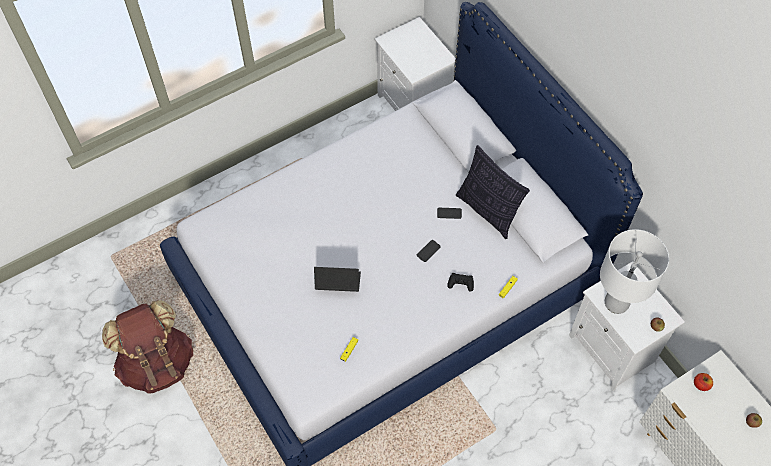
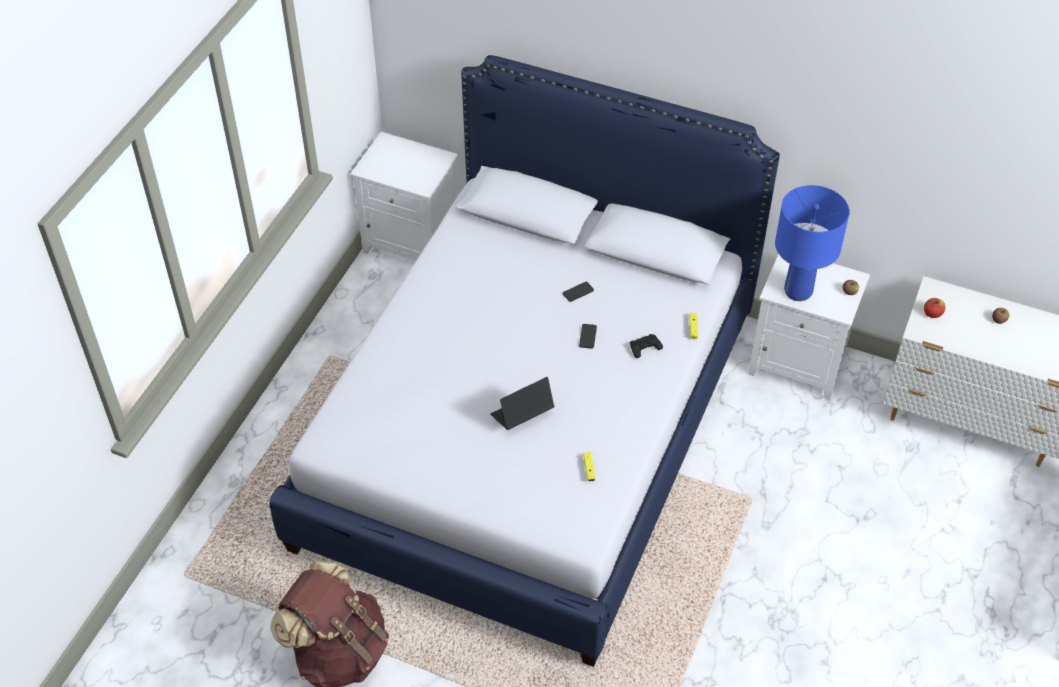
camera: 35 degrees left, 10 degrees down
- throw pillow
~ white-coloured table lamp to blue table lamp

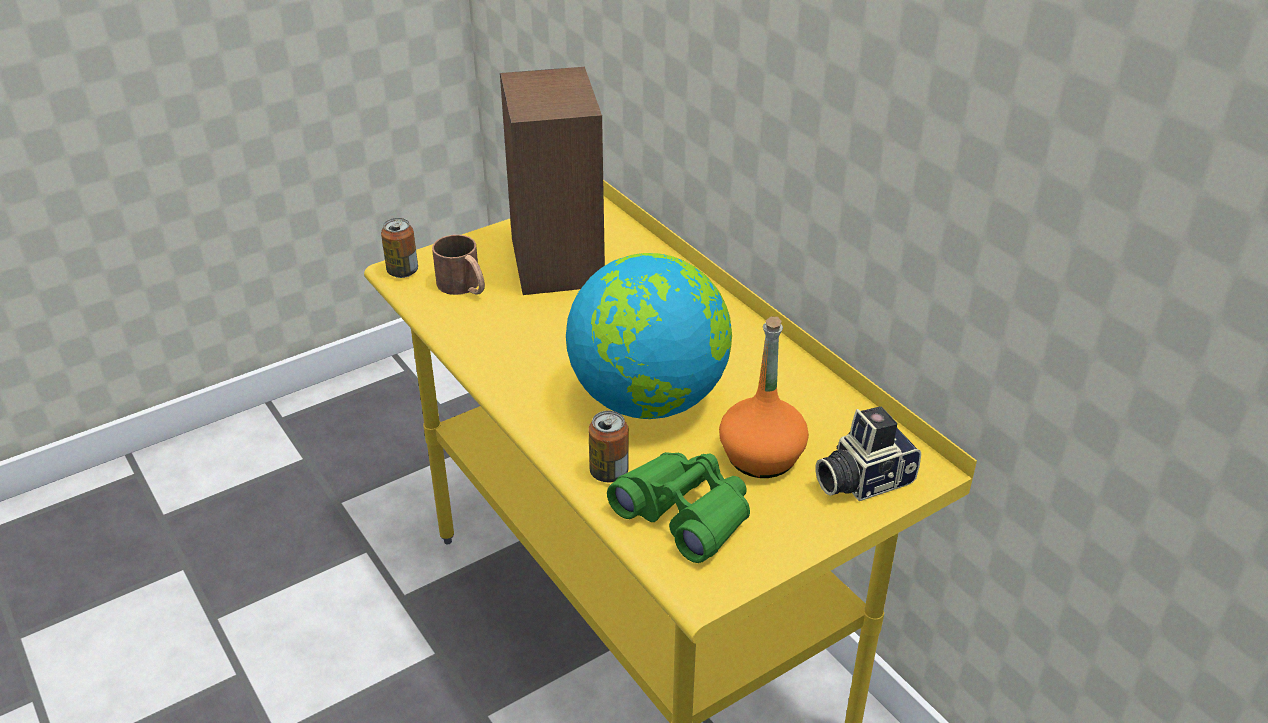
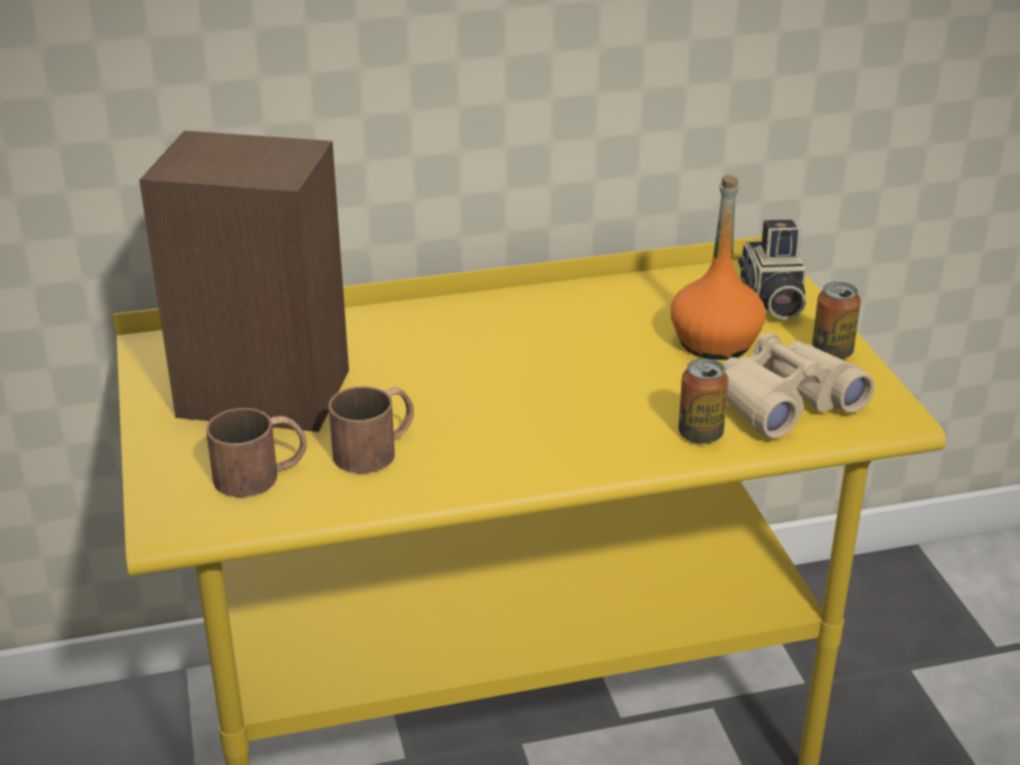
camera: 70 degrees left, 5 degrees down
- desk globe
+ brown mug (no. 2 from left)
~ metal can (no. 1 from left in the first image) to metal can (no. 2 from left)
~ green-coloured pair of binoculars to beige-coloured pair of binoculars

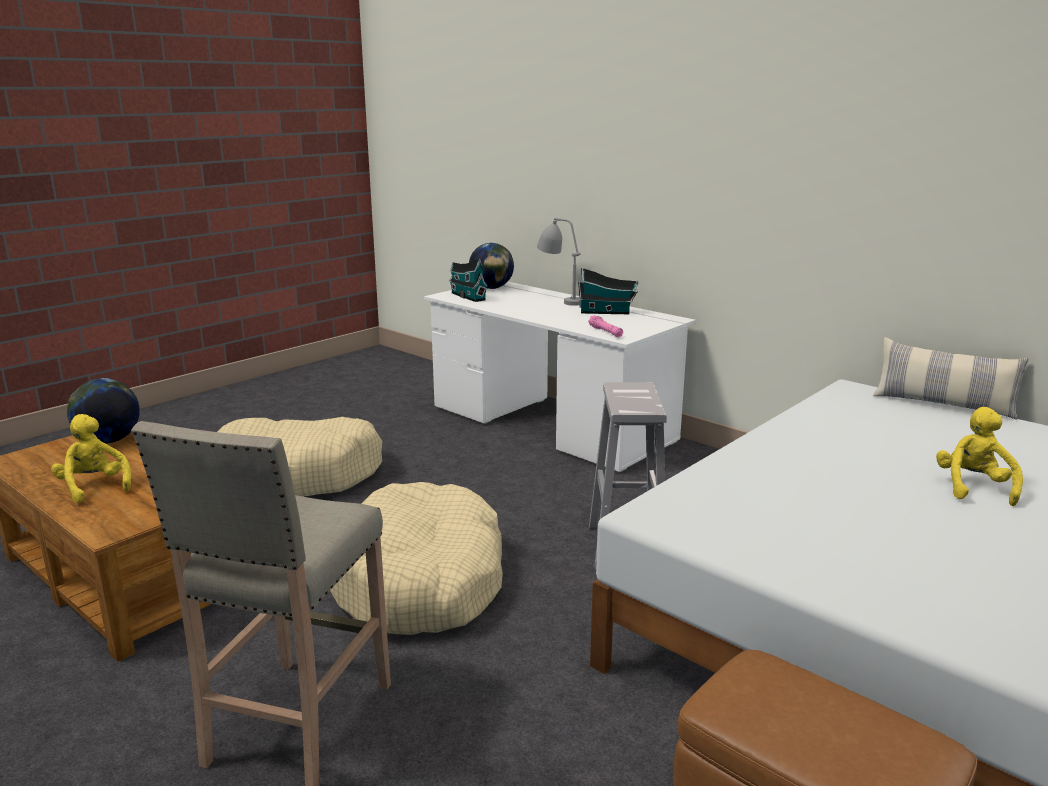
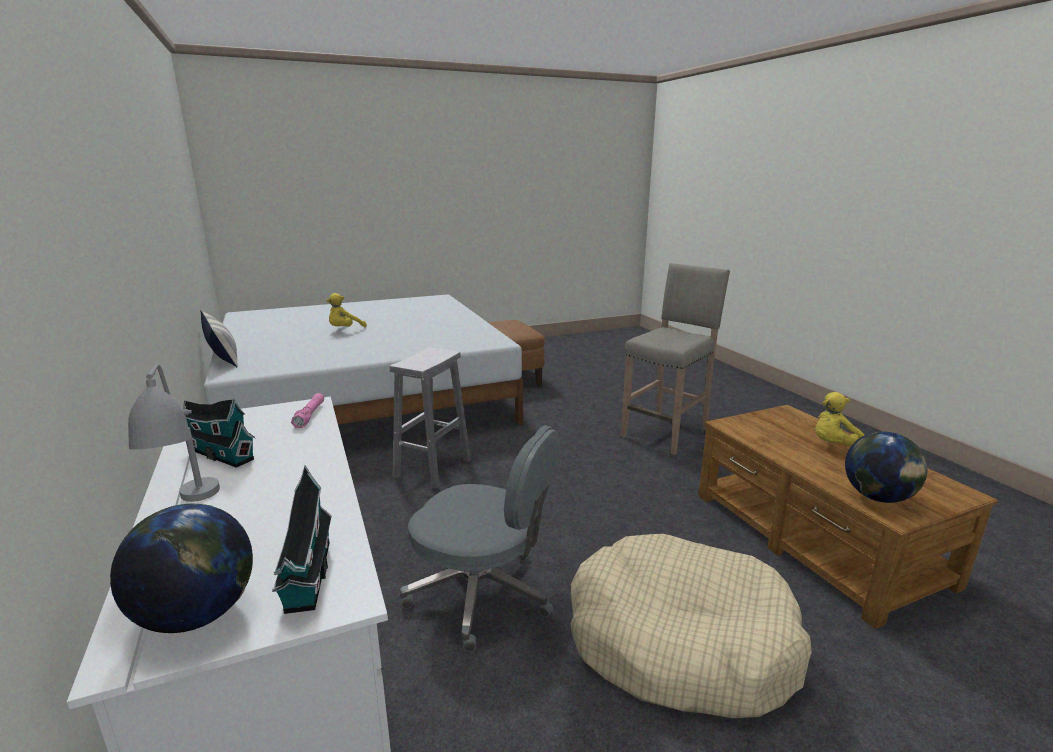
camera: 155 degrees left, 0 degrees up
- beige-coloured dog bed (no. 2 from left)
+ greyish desk chair
~ yellow cuddly toy (no. 1 from left in the first image) 75 degrees clockwise

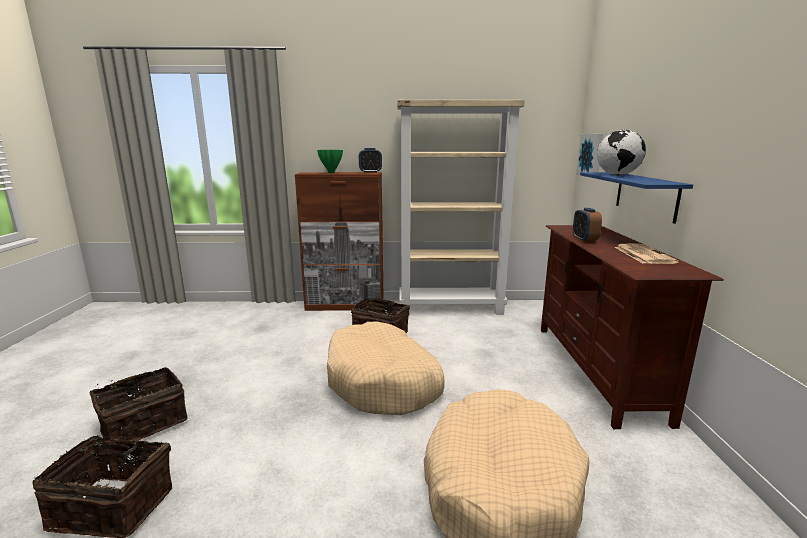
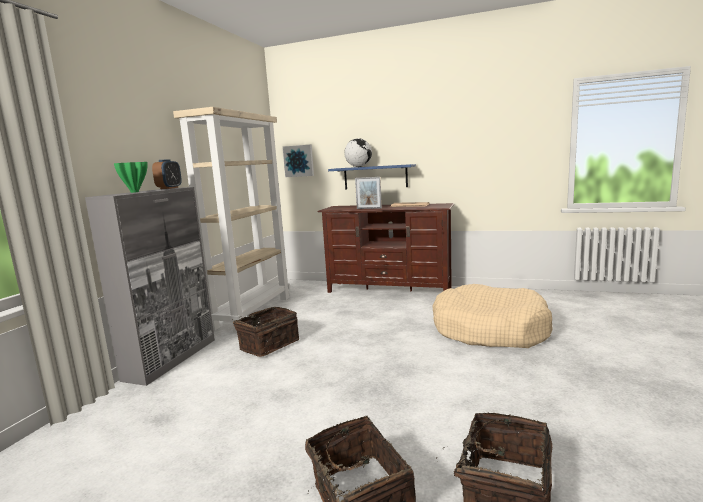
camera: 70 degrees left, 5 degrees down
- beige-coloured dog bed (no. 1 from left)
~ bedside clock (no. 2 from left) to photo frame
~ brown cabinet to greyish cabinet

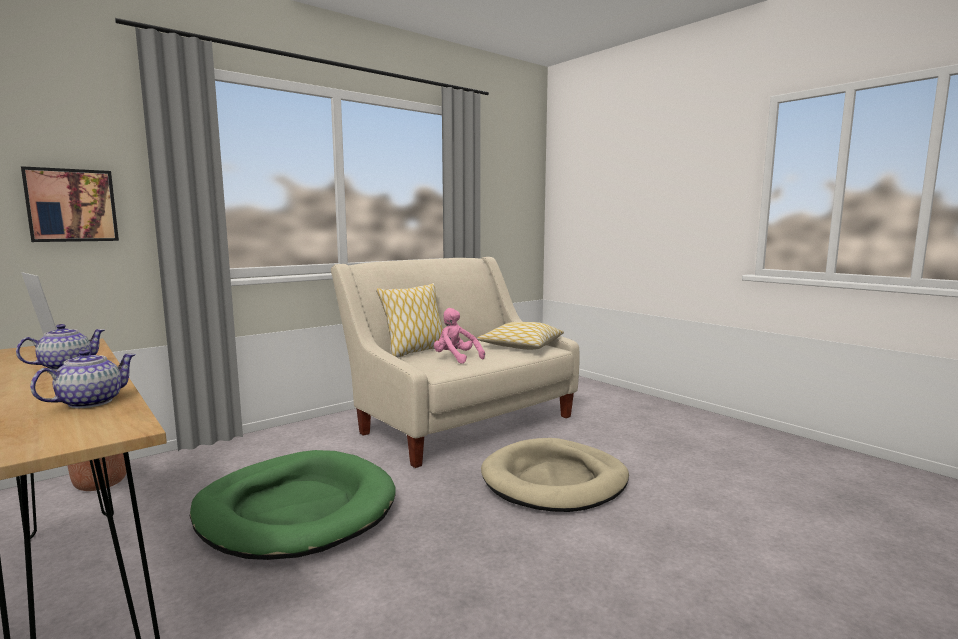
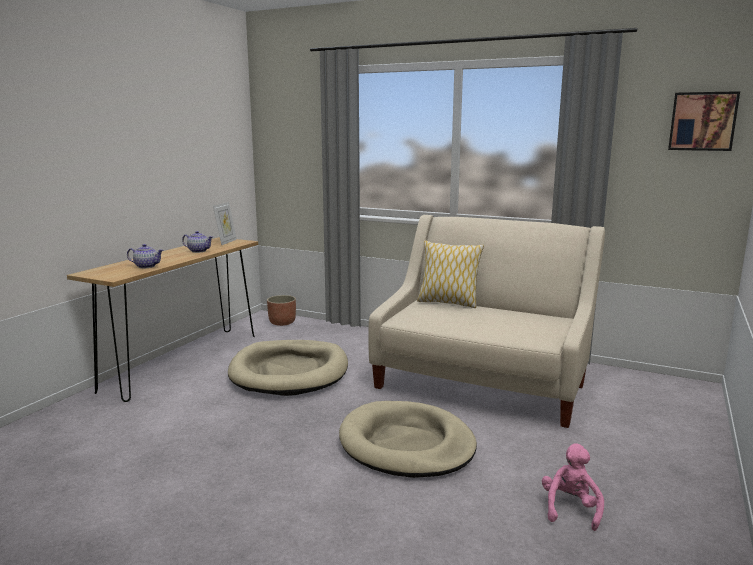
camera: 65 degrees right, 5 degrees up
- throw pillow (no. 2 from left)
~ wall art
~ pink cuddly toy
~ green-coloured dog bed to beige-coloured dog bed (no. 1 from left)

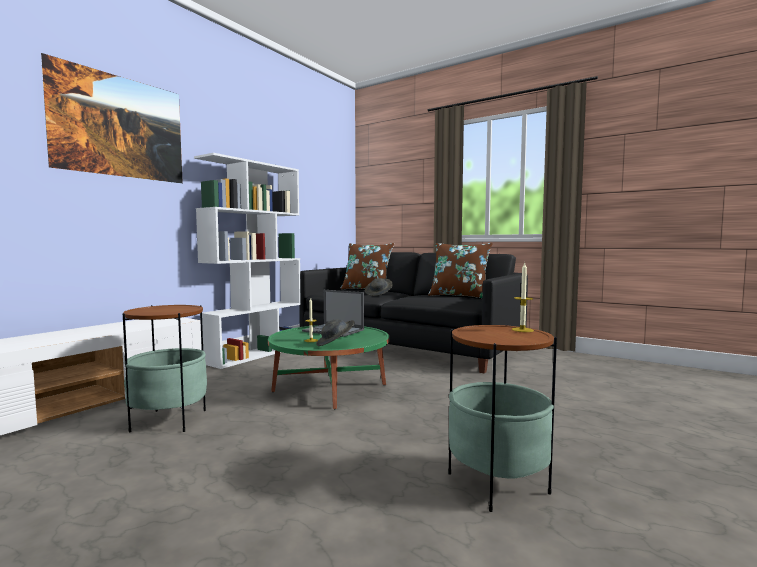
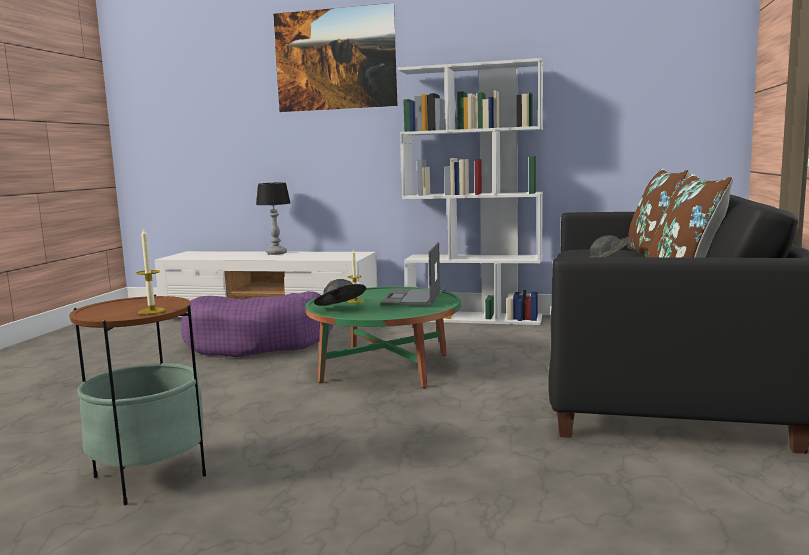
camera: 70 degrees right, 5 degrees up
+ table lamp
~ side table (no. 1 from left) to purple dog bed

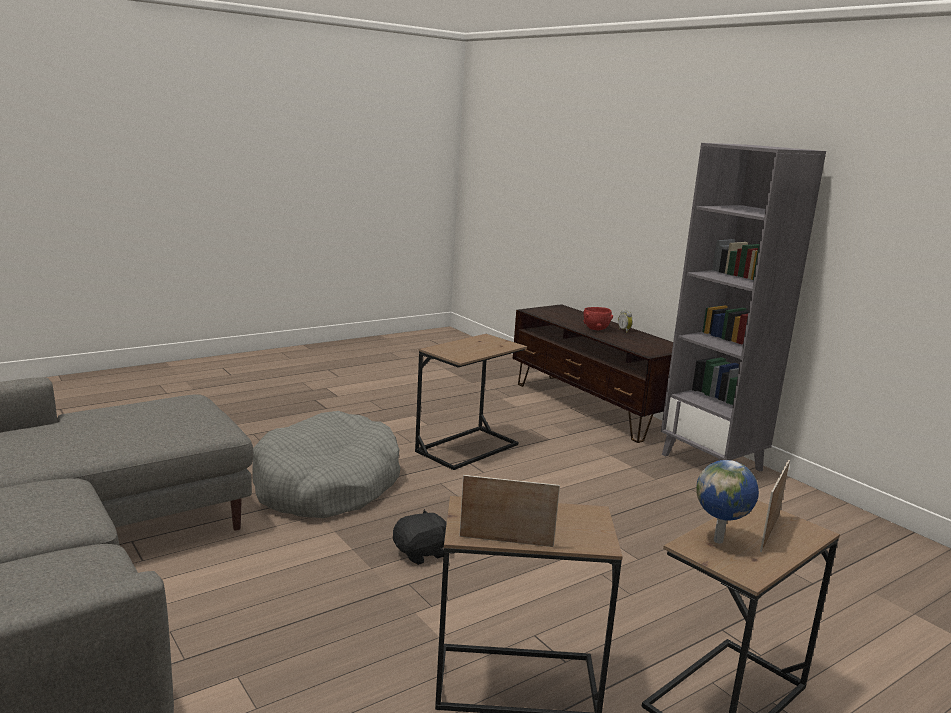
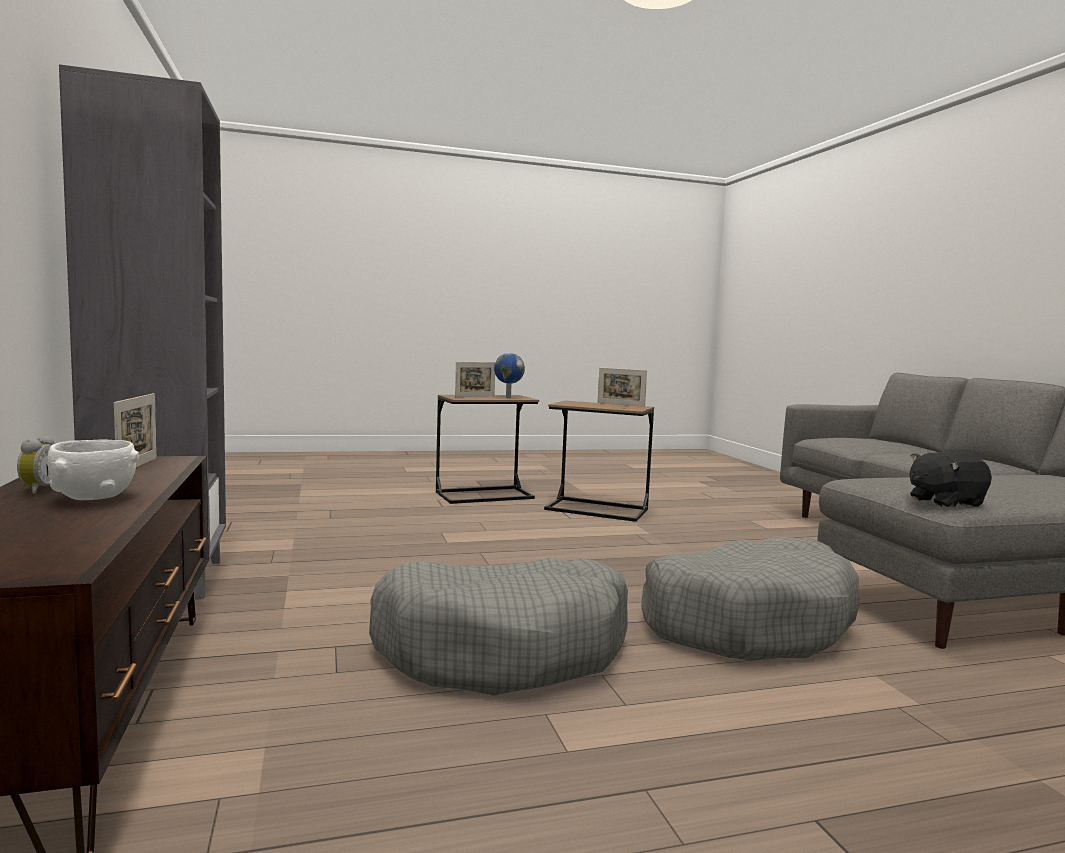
camera: 160 degrees left, 10 degrees down
+ photo frame (no. 1 from left)
~ black-coloured cuddly toy
~ brown side table (no. 1 from left) to greyish dog bed (no. 1 from left)
~ reddish bowl to white-coloured bowl

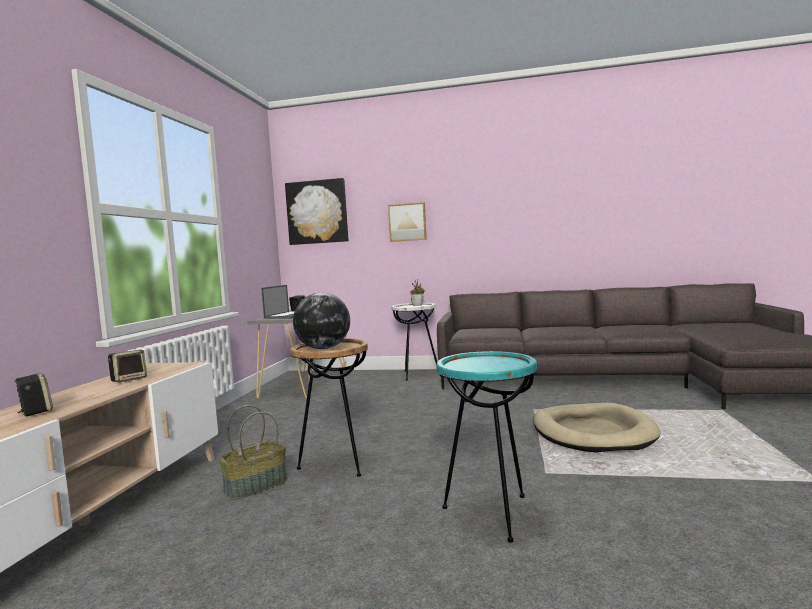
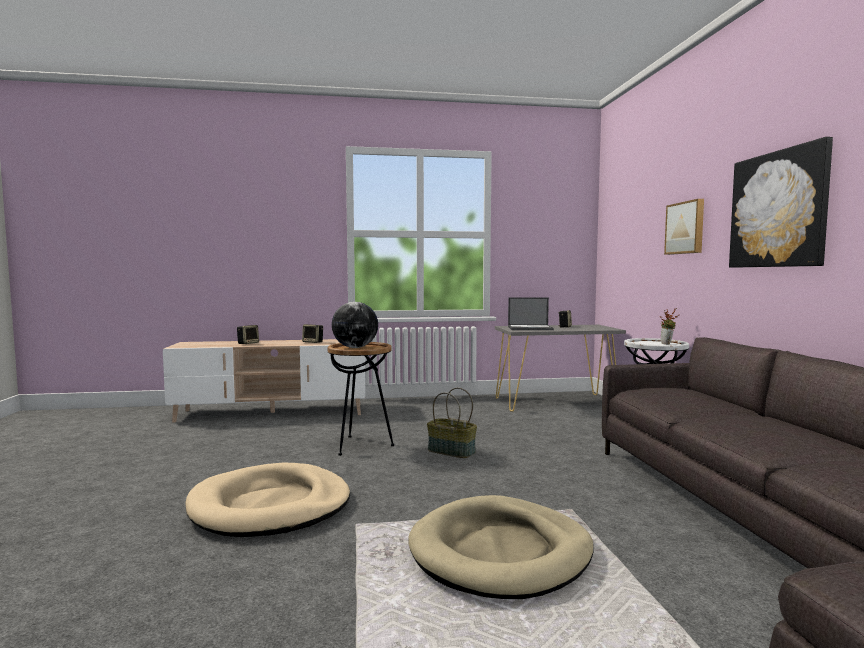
camera: 70 degrees right, 0 degrees up
~ basket
~ wall art (no. 1 from left in the first image) to wall art (no. 2 from left)
~ turquoise side table to beige-coloured dog bed (no. 1 from left)

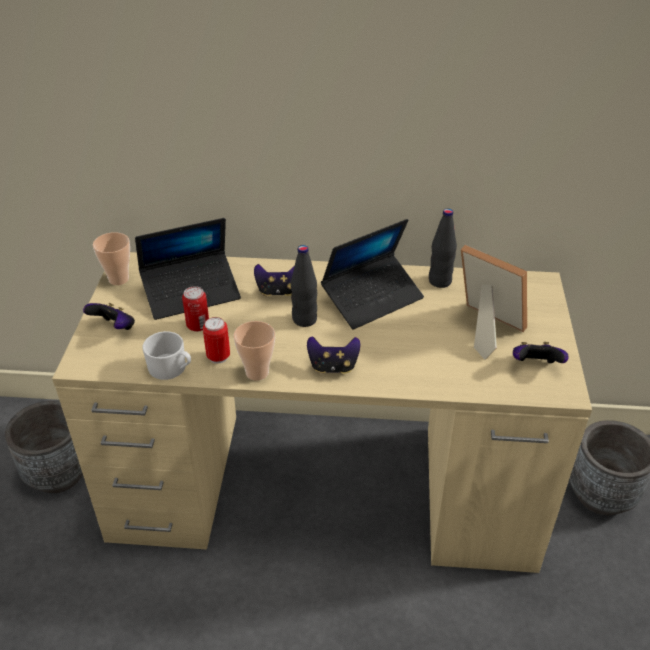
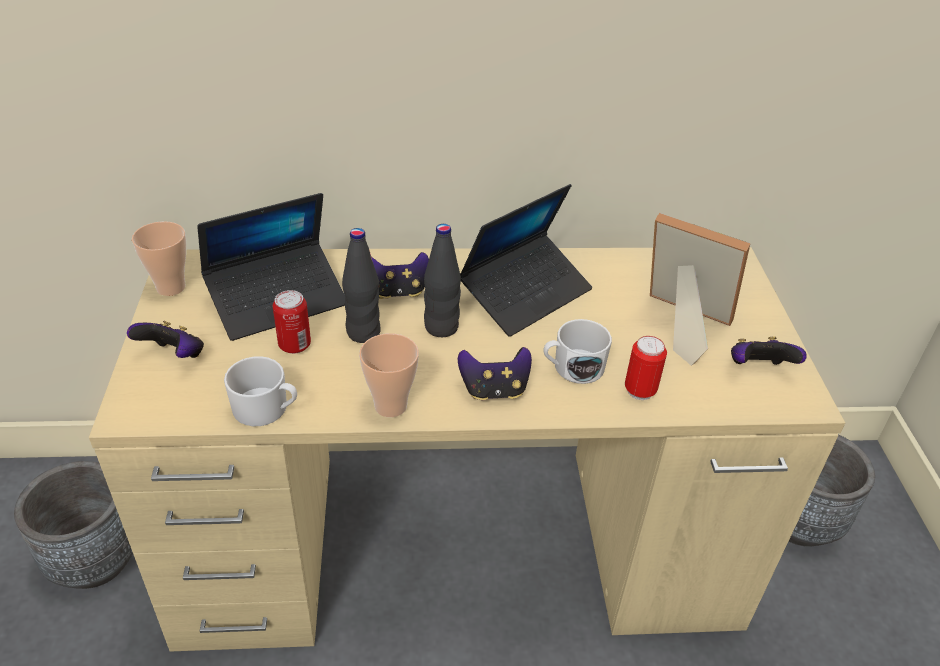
camera: 10 degrees left, 0 degrees up
+ white-coloured mug (no. 2 from left)
~ metal can (no. 2 from left)
~ black-coloured drink bottle (no. 2 from left in the first image) to black-coloured drink bottle (no. 1 from left)

